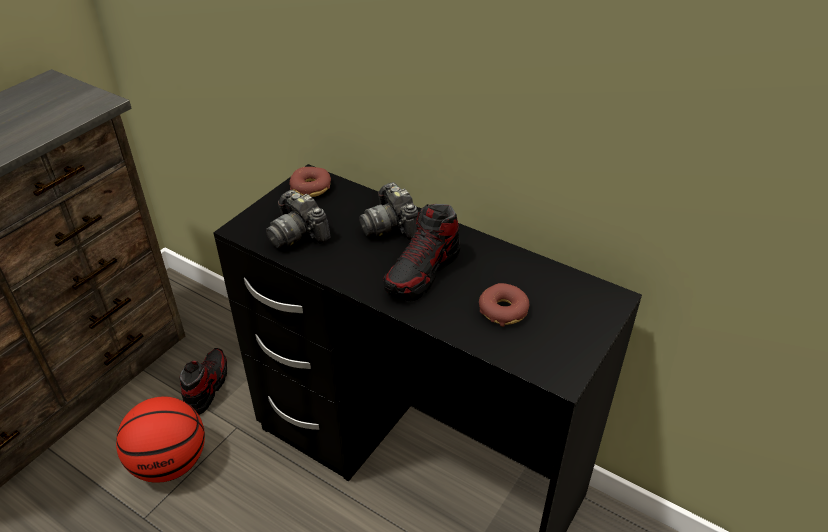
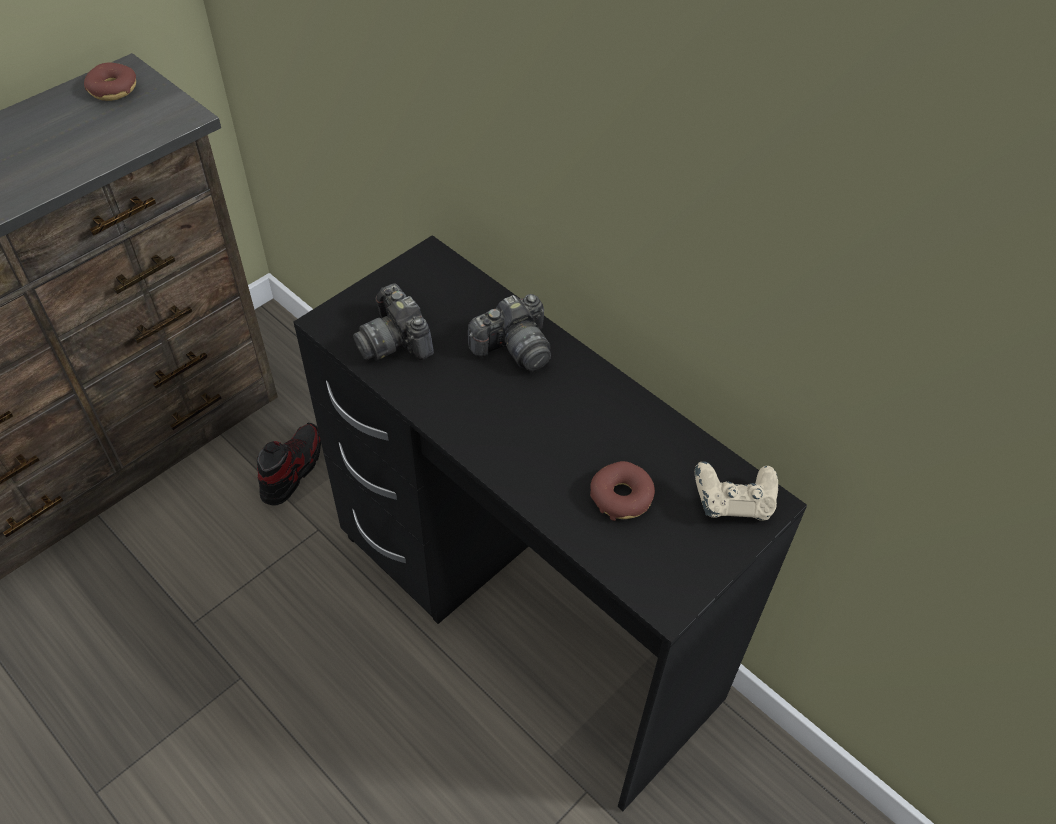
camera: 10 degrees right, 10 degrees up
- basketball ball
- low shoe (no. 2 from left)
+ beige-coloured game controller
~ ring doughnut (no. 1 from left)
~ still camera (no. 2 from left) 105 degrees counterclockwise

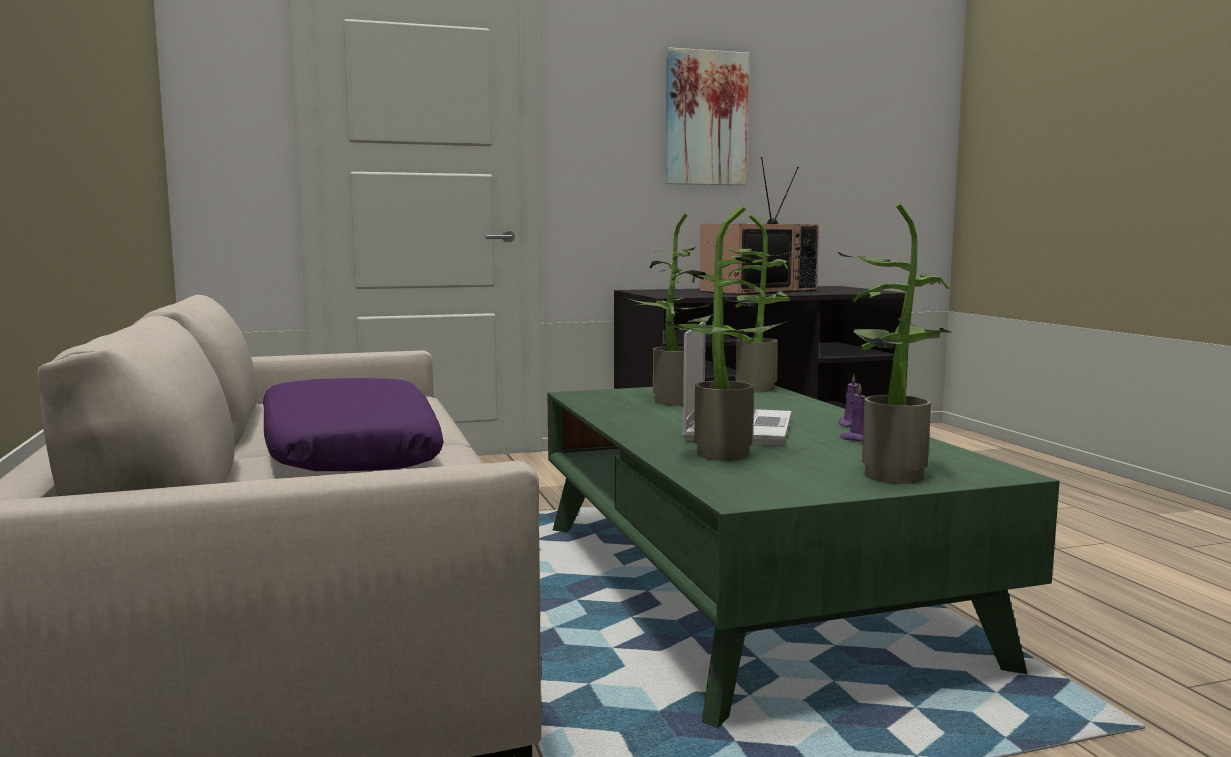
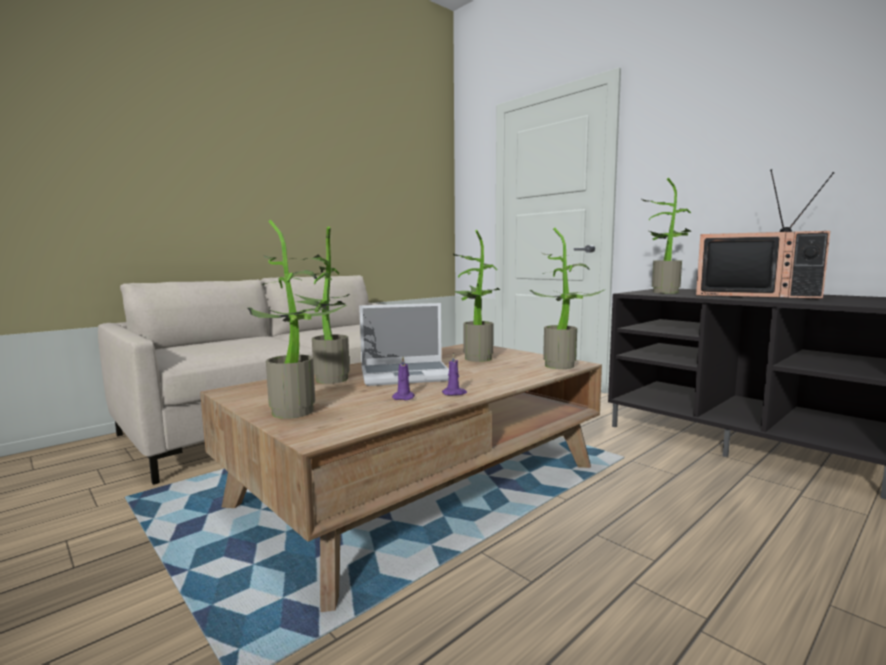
camera: 65 degrees right, 0 degrees up
- purple throw pillow
- wall art
+ potted plant (no. 5 from left)
~ green-coloured coffee table to brown coffee table

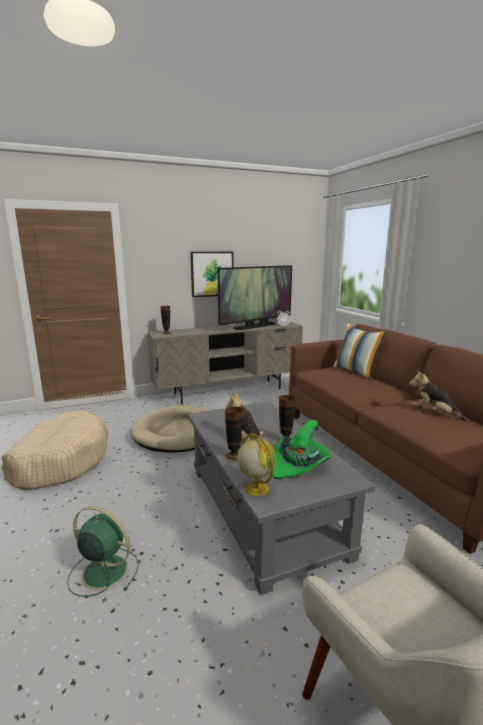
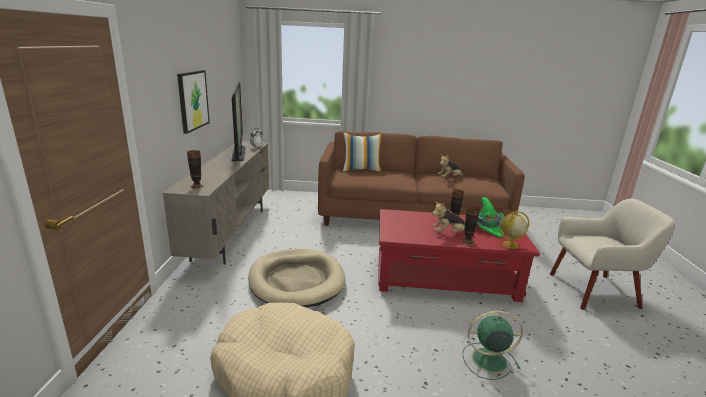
camera: 65 degrees left, 5 degrees up
~ greyish coffee table to reddish coffee table
~ green-coloured electric fan 45 degrees clockwise

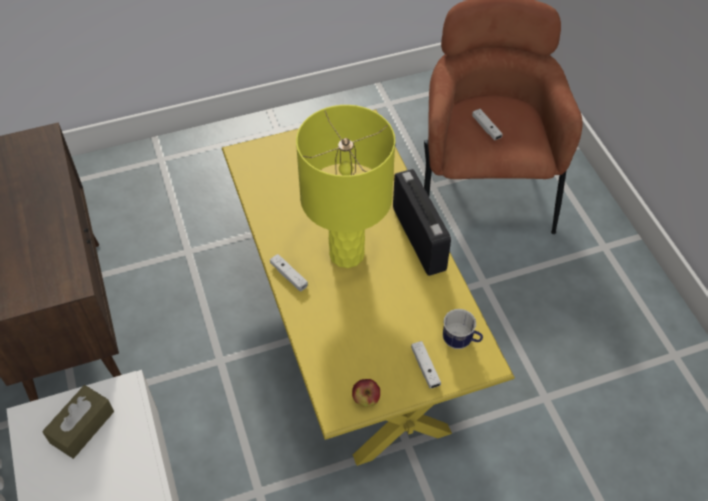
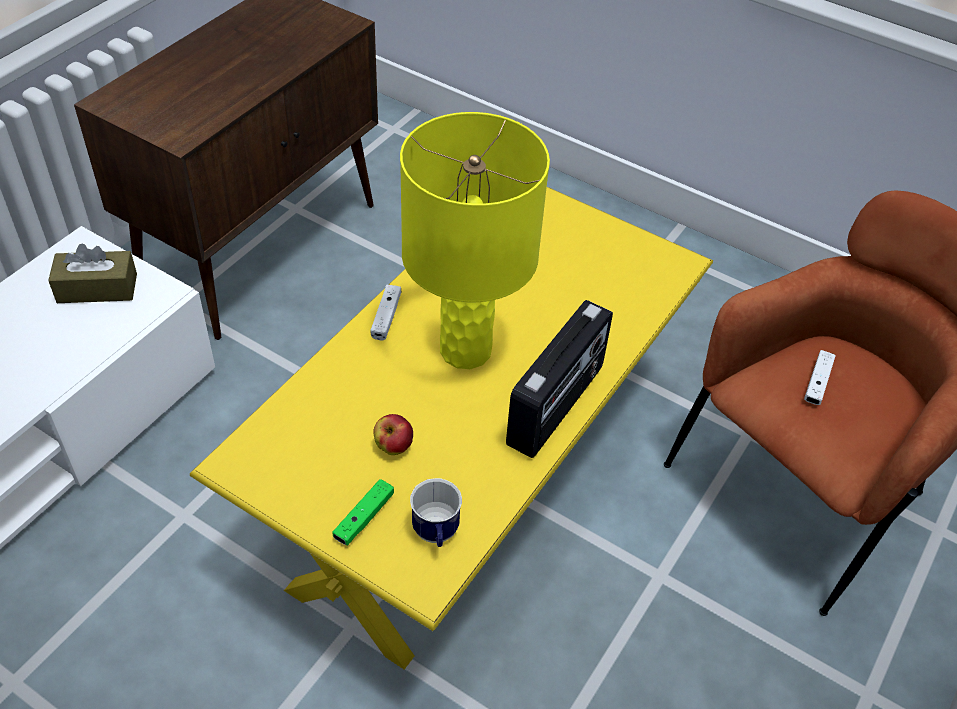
camera: 50 degrees right, 5 degrees down
~ apple
~ white-coloured game controller (no. 2 from left) to green-coloured game controller

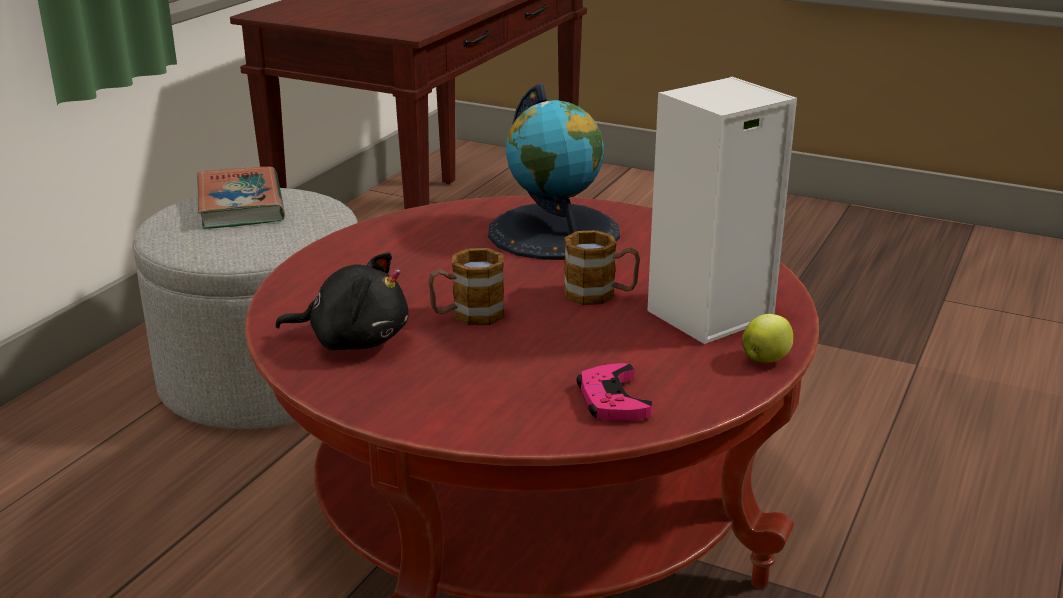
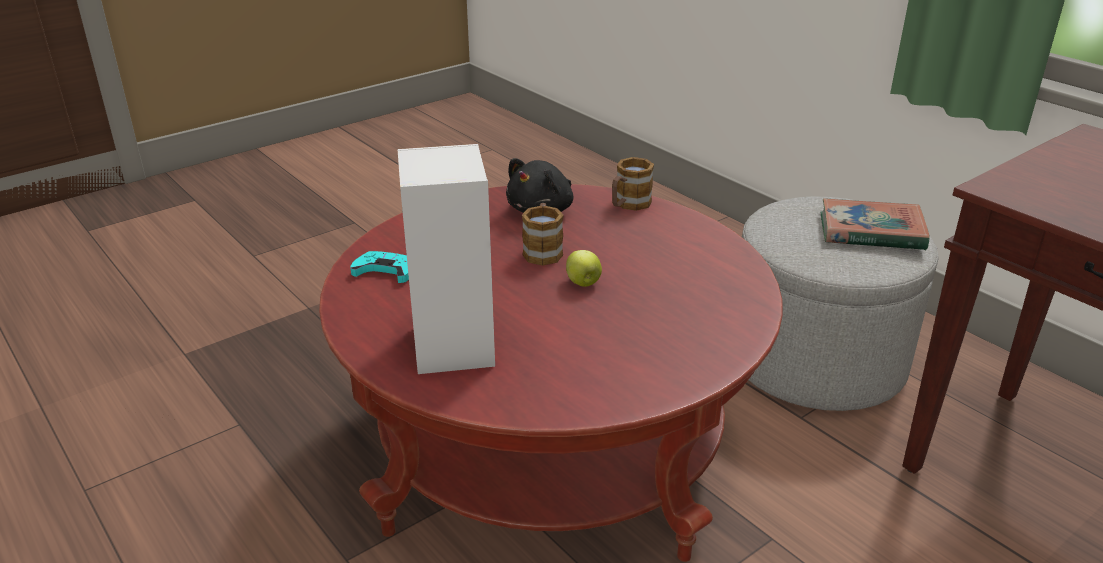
camera: 115 degrees right, 5 degrees up
- desk globe
~ mug (no. 2 from left)
~ apple
~ pink game controller to turquoise game controller

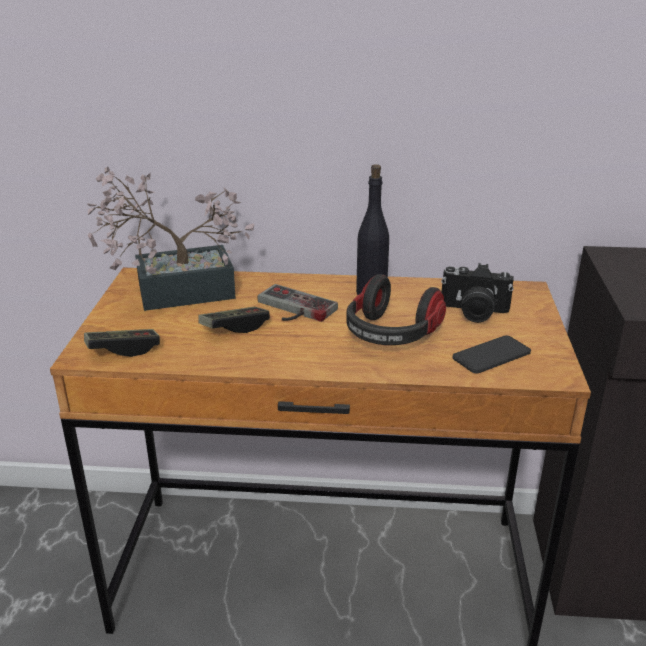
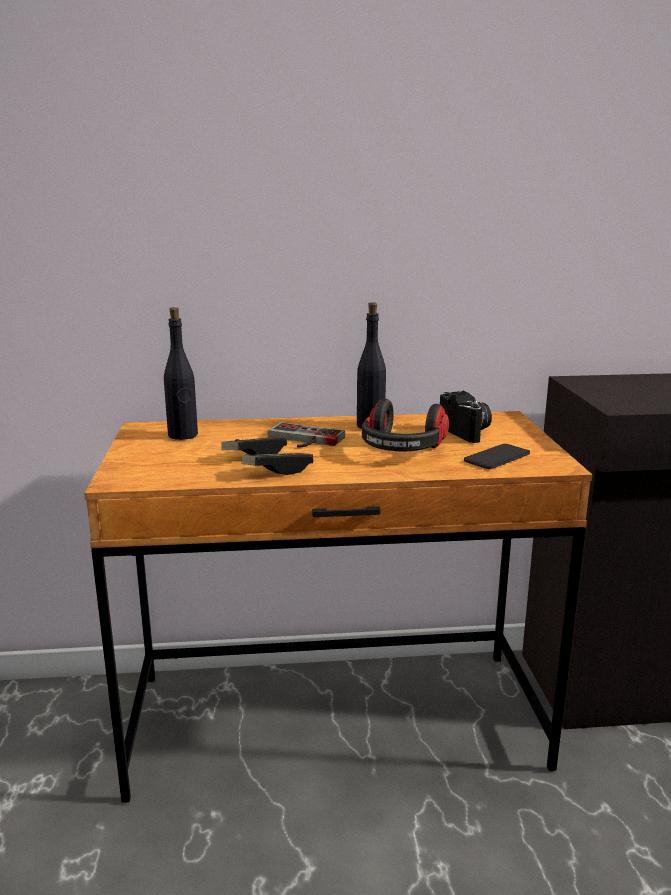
camera: 10 degrees left, 10 degrees down
~ game controller (no. 1 from left in the first image) to game controller (no. 2 from left)
~ potted plant to black-coloured drink bottle (no. 1 from left)
~ still camera 120 degrees counterclockwise

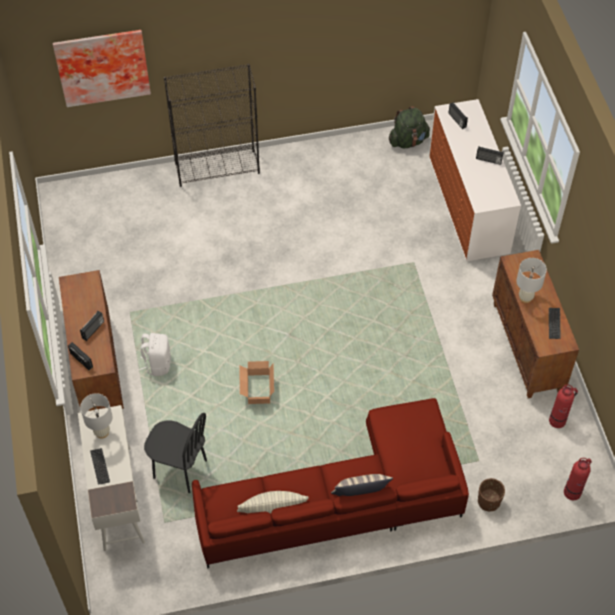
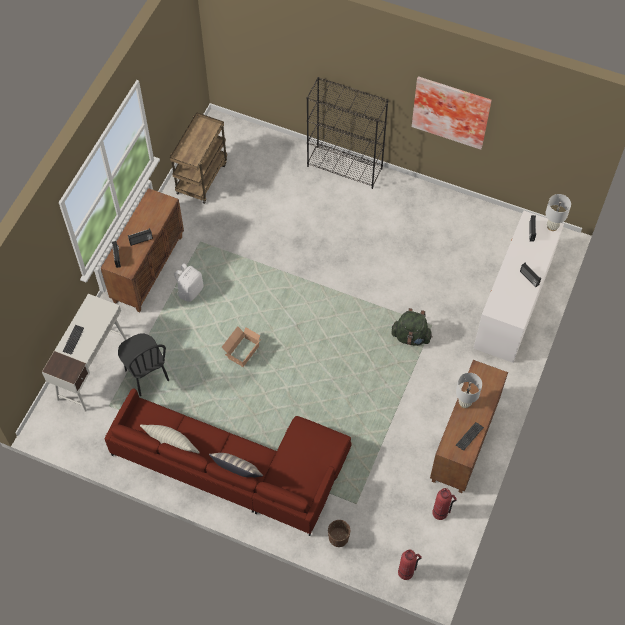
camera: 35 degrees right, 5 degrees up
+ brown wheeled cart
~ wall art
~ white-coloured table lamp (no. 1 from left in the first image) to white-coloured table lamp (no. 2 from left)
~ green-coloured backpack

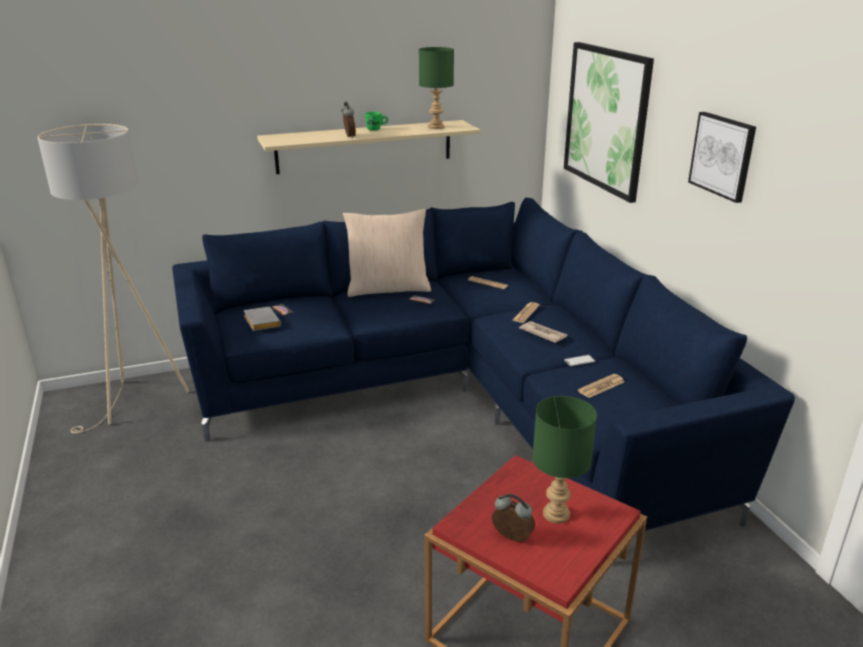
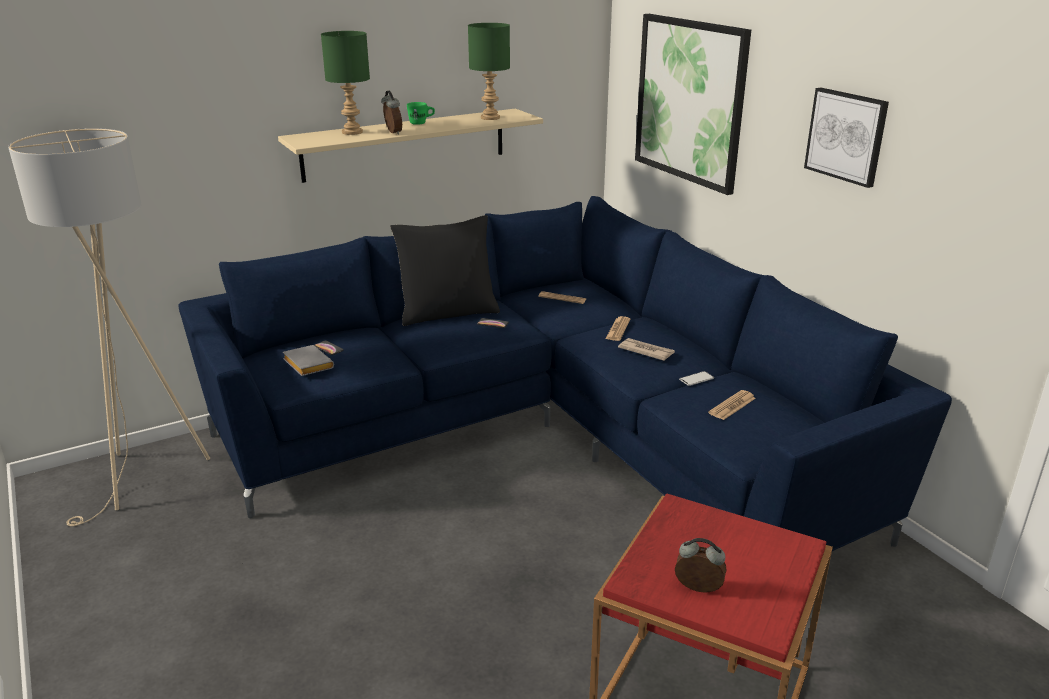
camera: 10 degrees left, 0 degrees up
~ green-coloured table lamp (no. 2 from left in the first image) to green-coloured table lamp (no. 1 from left)
~ beige-coloured throw pillow to black-coloured throw pillow

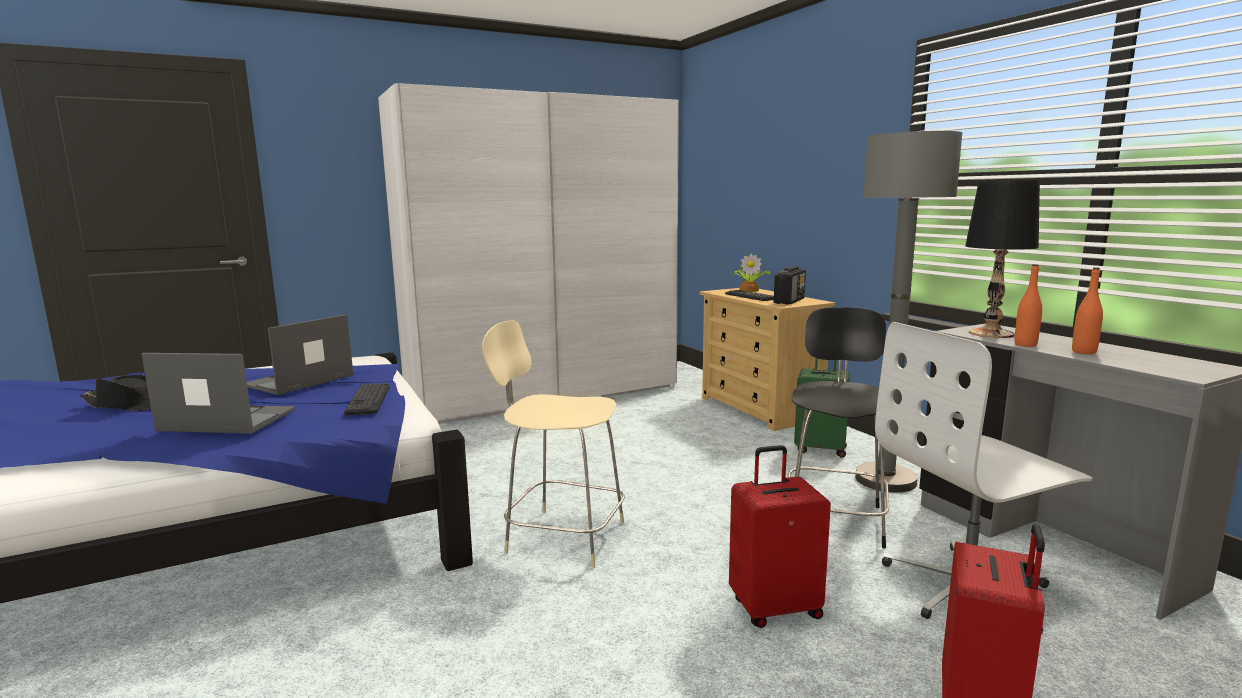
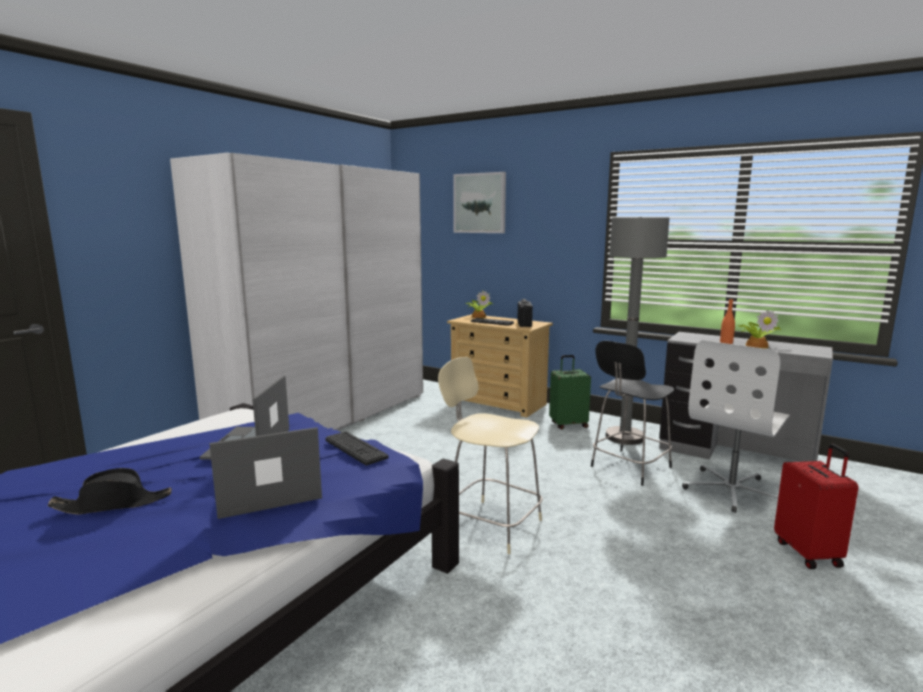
camera: 30 degrees left, 0 degrees up
- reddish travel case (no. 1 from left)
- black-coloured table lamp
+ wall art
~ orange-coloured drink bottle (no. 2 from left) to potted plant (no. 2 from left)
~ beige-coloured plain chair 45 degrees clockwise
~ black-coloured plain chair 120 degrees counterclockwise

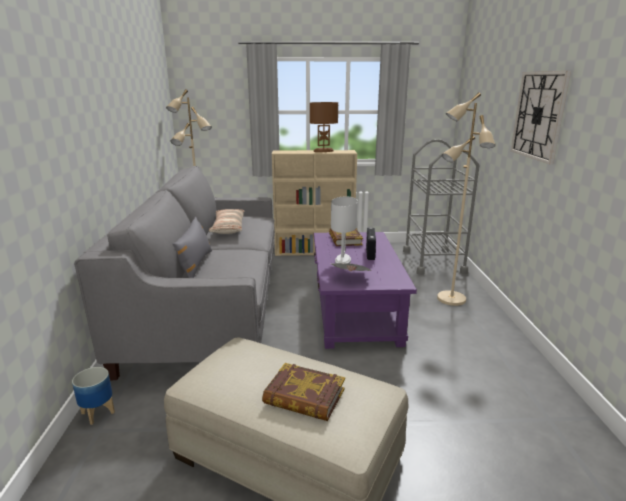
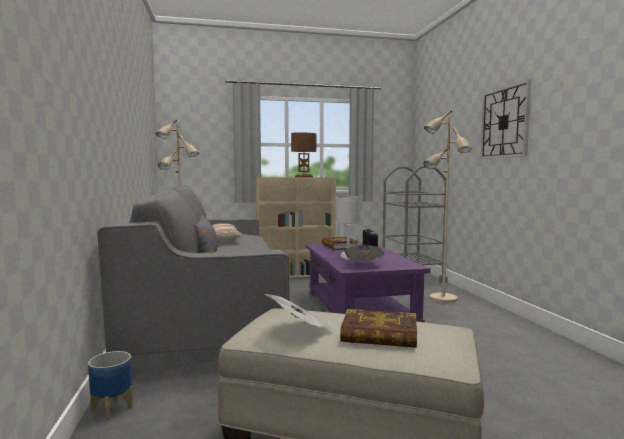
camera: 10 degrees left, 15 degrees down
+ daily paper (no. 1 from left)

